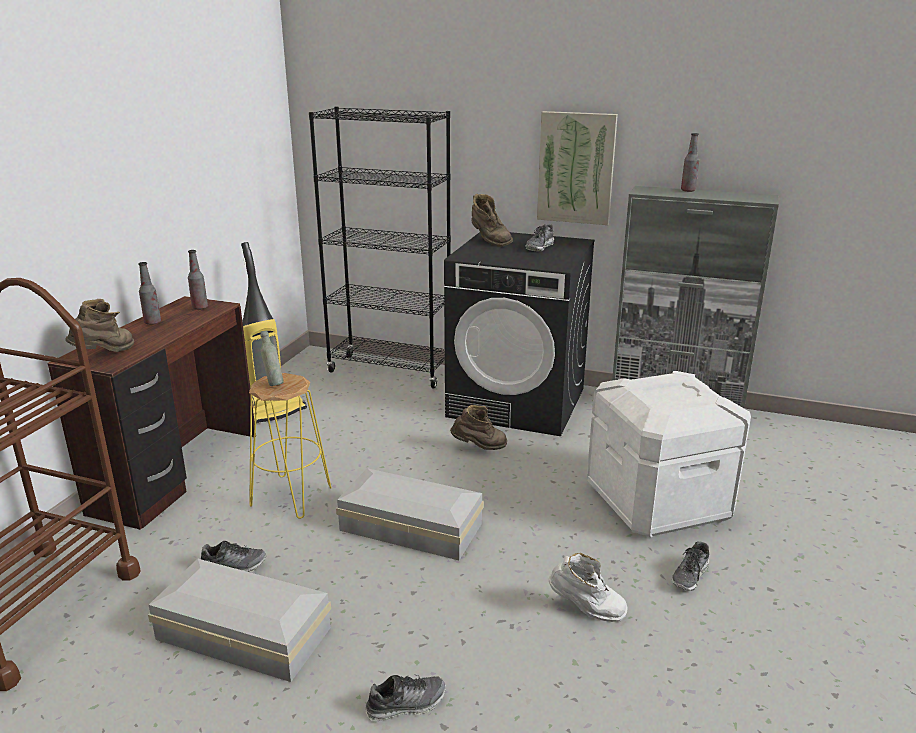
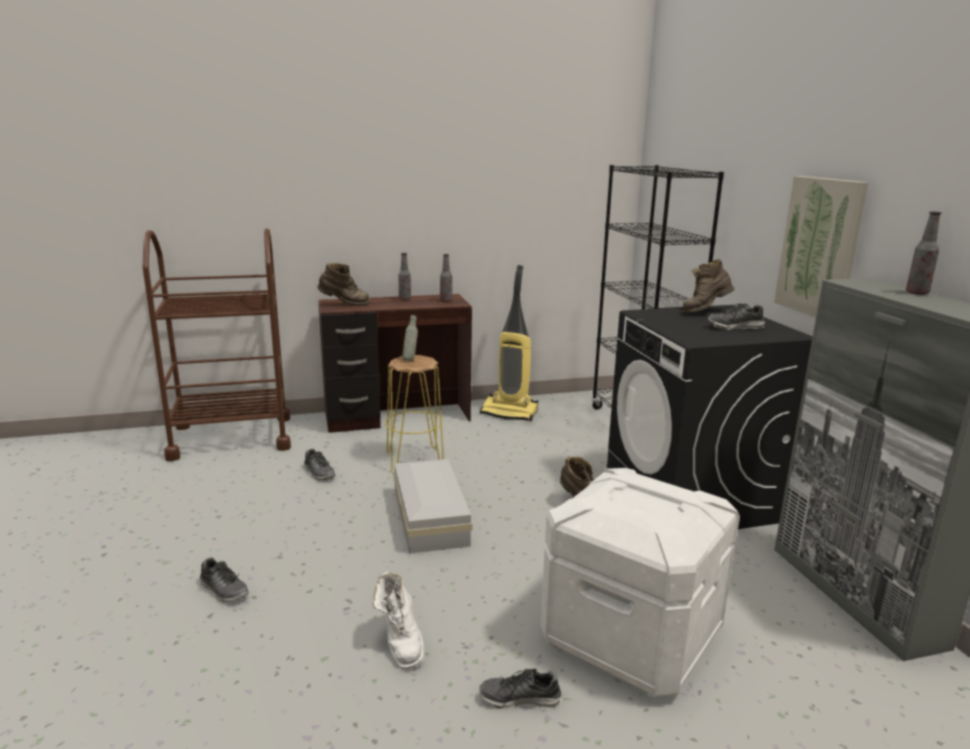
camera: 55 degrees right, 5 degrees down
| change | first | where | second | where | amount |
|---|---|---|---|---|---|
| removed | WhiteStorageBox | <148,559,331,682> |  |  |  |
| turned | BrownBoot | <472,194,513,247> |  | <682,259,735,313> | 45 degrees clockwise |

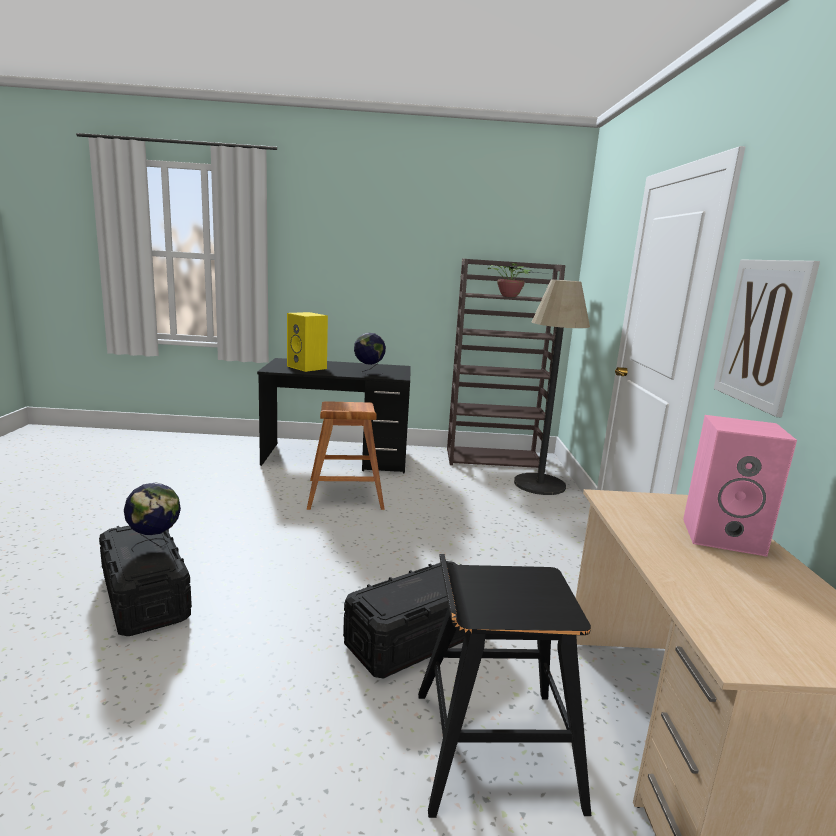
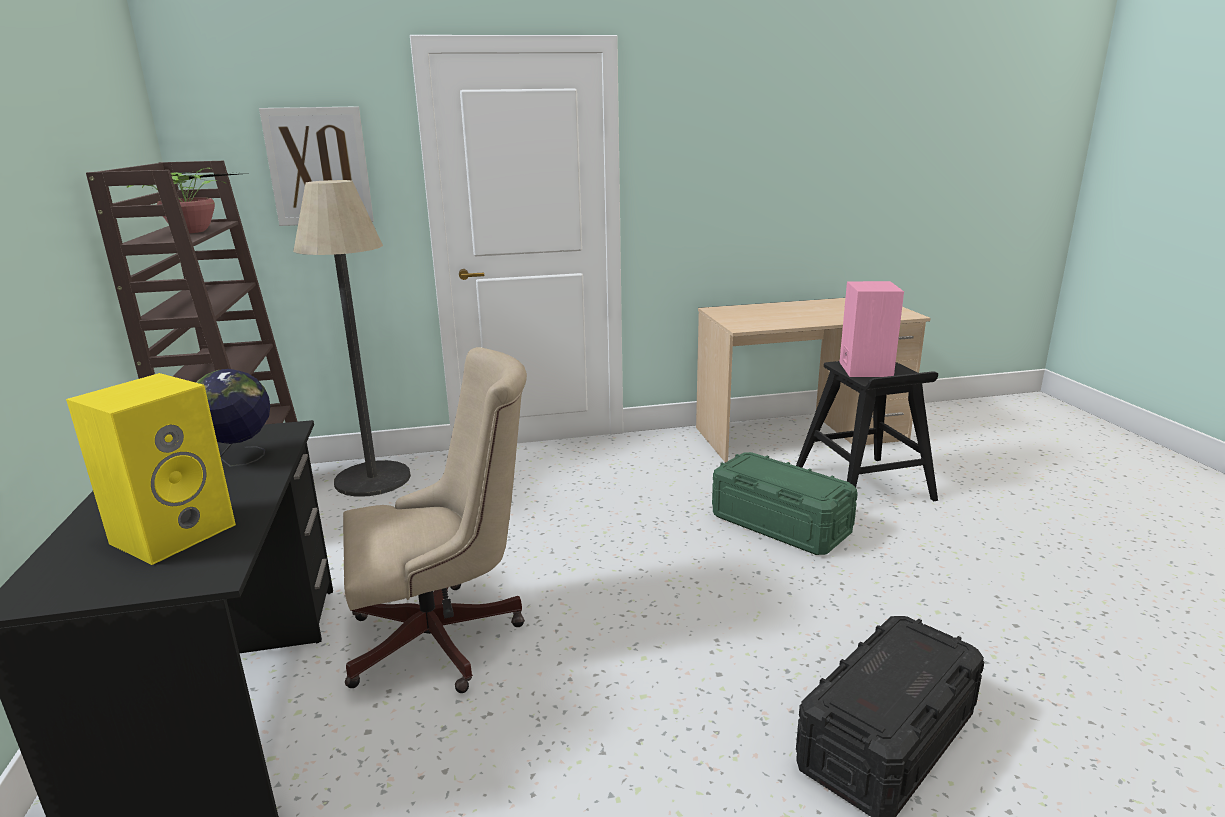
camera: 100 degrees left, 5 degrees up
| change | first | where | second | where | amount |
|---|---|---|---|---|---|
| removed | Globe | <124,483,181,553> |  |  |  |
| replaced | BrownStool | <307,401,385,510> | BeigeOfficeChair | <343,347,527,693> |  |
| recoloured | BlackStorageBox | <343,561,465,679> | GreenStorageBox | <712,452,858,555> |  |
| moved | PinkSpeaker | <683,415,797,556> |  | <840,281,904,377> |  |
| moved | Picture | <714,259,820,417> |  | <259,106,374,226> |  |

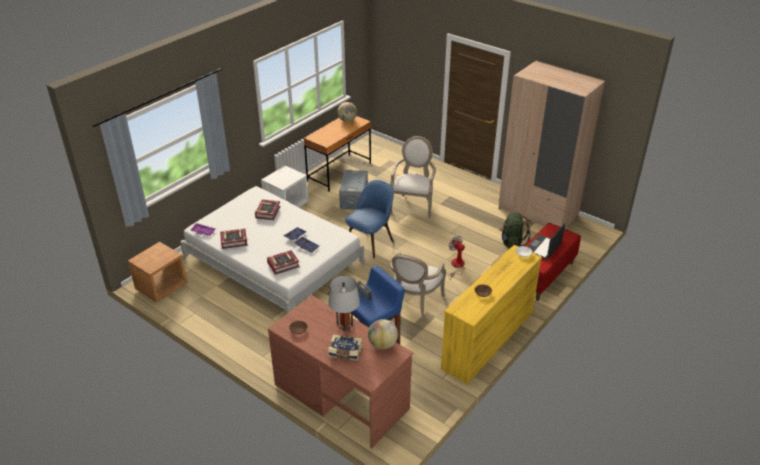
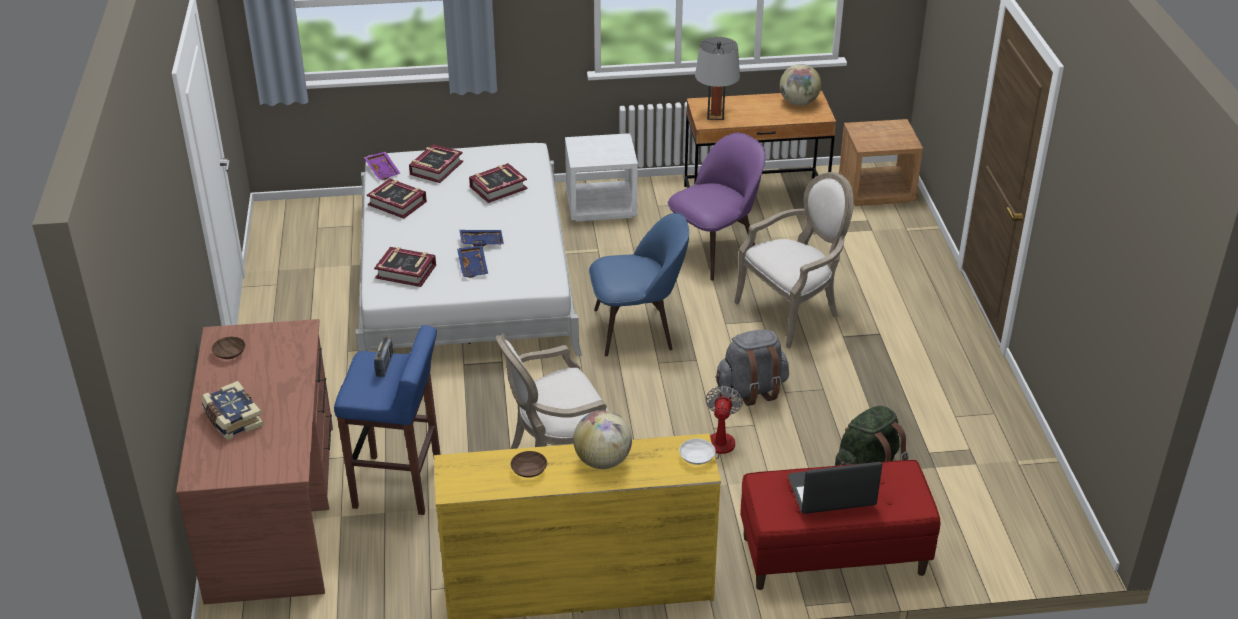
camera: 45 degrees right, 0 degrees up
| change | first | where | second | where | amount |
|---|---|---|---|---|---|
| moved | BrownNightstand | <128,242,187,303> |  | <839,119,923,206> |  |
| moved | GreyTableLamp | <328,276,360,331> |  | <695,37,740,120> |  |
| replaced | GreyStorageBox | <339,170,368,210> | PurpleChair | <668,132,765,281> |  |
| moved | Globe | <368,319,398,350> |  | <573,410,632,469> |  |
| removed | BeigeWardrobe | <498,60,605,229> |  |  |  |
| added |  |  | Book | <409,144,463,183> |  |
| added |  |  | GreyBackpack | <716,330,789,406> |  |

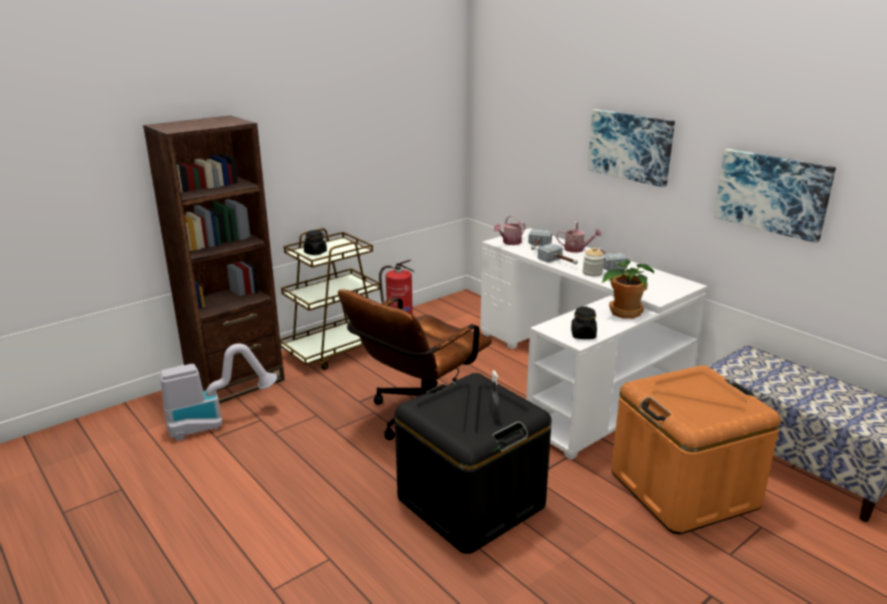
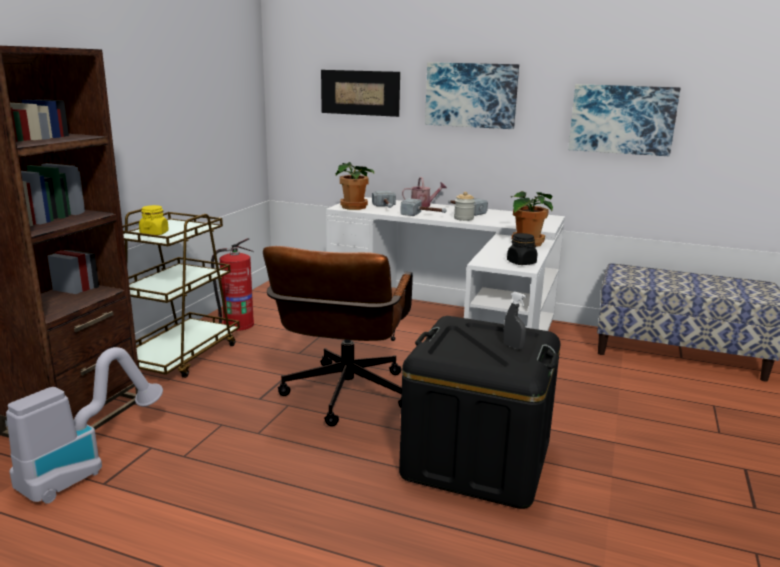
camera: 30 degrees left, 5 degrees down
| change | first | where | second | where | amount |
|---|---|---|---|---|---|
| recoloured | BlackJar | <304,230,327,255> | YellowJar | <139,205,169,235> |  |
| replaced | WateringCan | <494,215,525,245> | PottedPlant | <336,162,374,210> |  |
| removed | OrangeStorageBox | <611,365,781,534> |  |  |  |
| added |  |  | Picture | <321,70,400,117> |  |

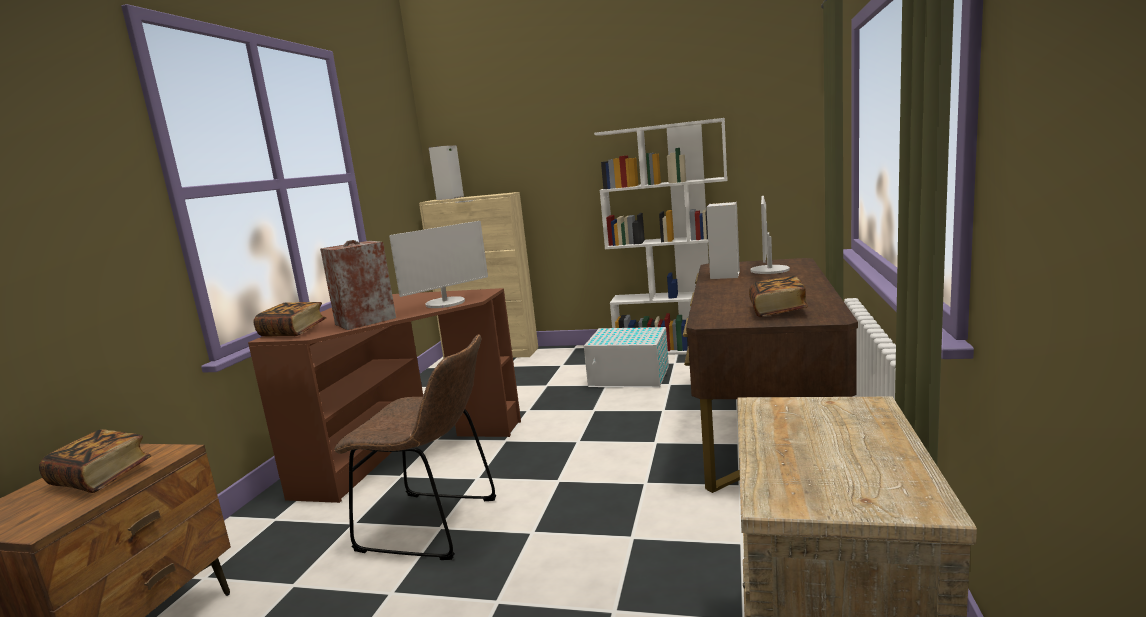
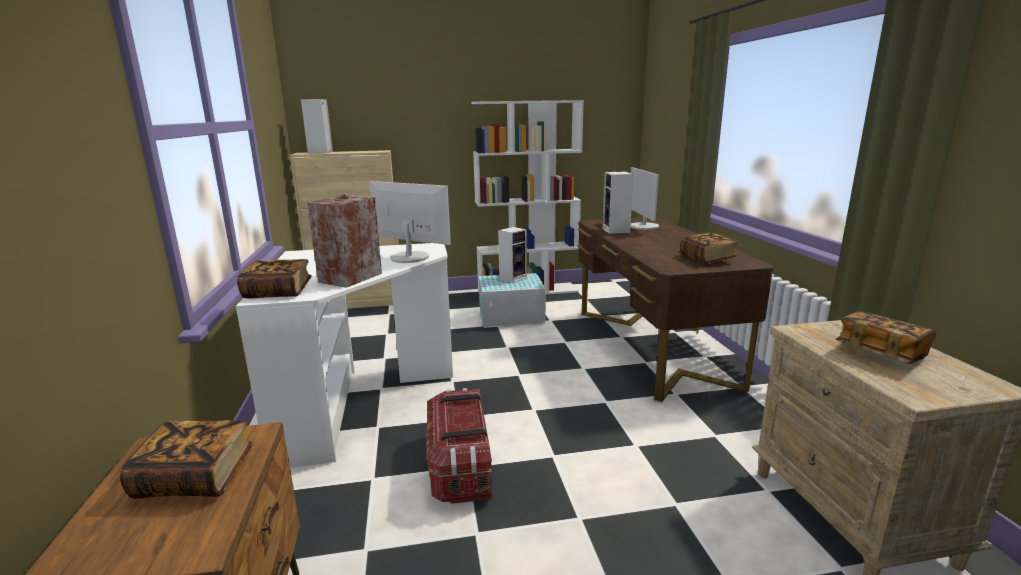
camera: 25 degrees left, 5 degrees up
| change | first | where | second | where | amount |
|---|---|---|---|---|---|
| recoloured | BrownDesk | <248,288,521,503> | WhiteDesk | <236,243,453,468> |  |
| replaced | BrownChair | <334,335,497,560> | StorageBox | <427,388,492,504> |  |
| turned | Monitor | <389,221,488,308> |  | <370,181,451,263> | 90 degrees counterclockwise |
| added |  |  | Speaker | <498,227,527,283> |  |
| added |  |  | Book | <836,311,936,364> |  |

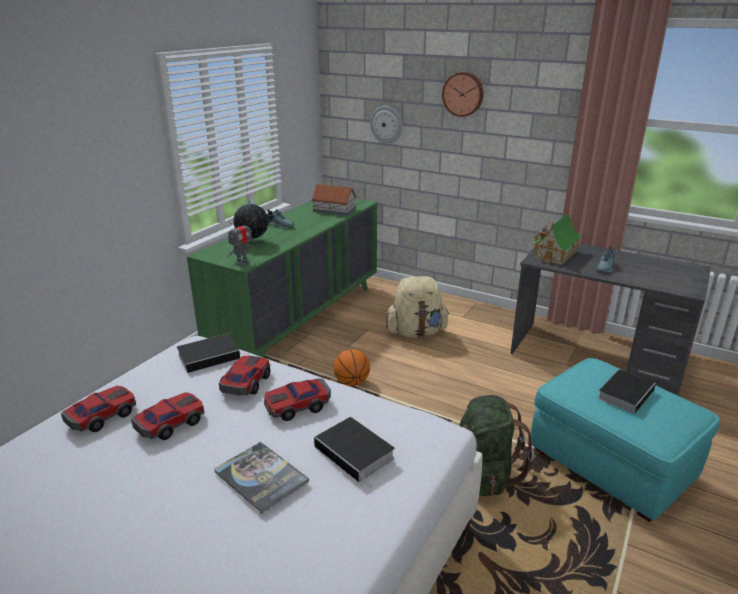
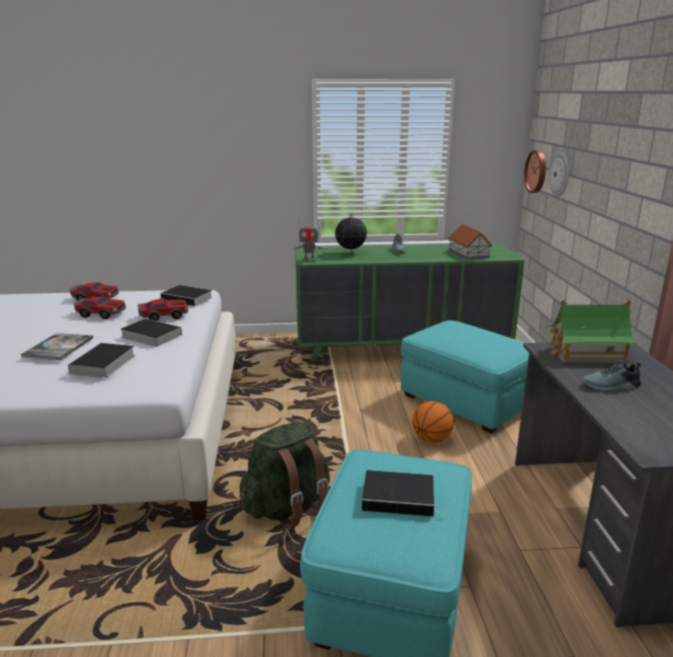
camera: 55 degrees right, 5 degrees down
| change | first | where | second | where | amount |
|---|---|---|---|---|---|
| replaced | ToyCar | <264,379,331,421> | Book | <120,319,182,347> |  |
| moved | Basketball | <334,349,370,386> |  | <412,401,454,443> |  |
| replaced | BeigeBackpack | <386,276,449,338> | TurquoiseOttoman | <401,320,529,434> |  |
| moved | WallClock | <442,72,483,117> |  | <524,150,546,193> |  |

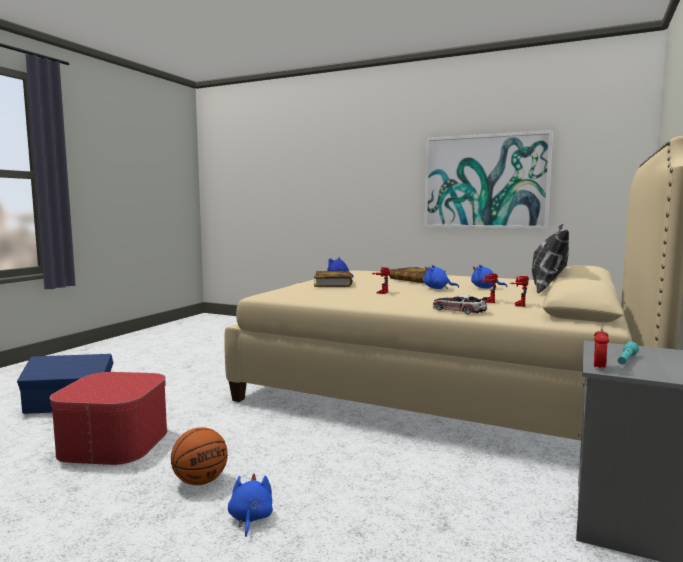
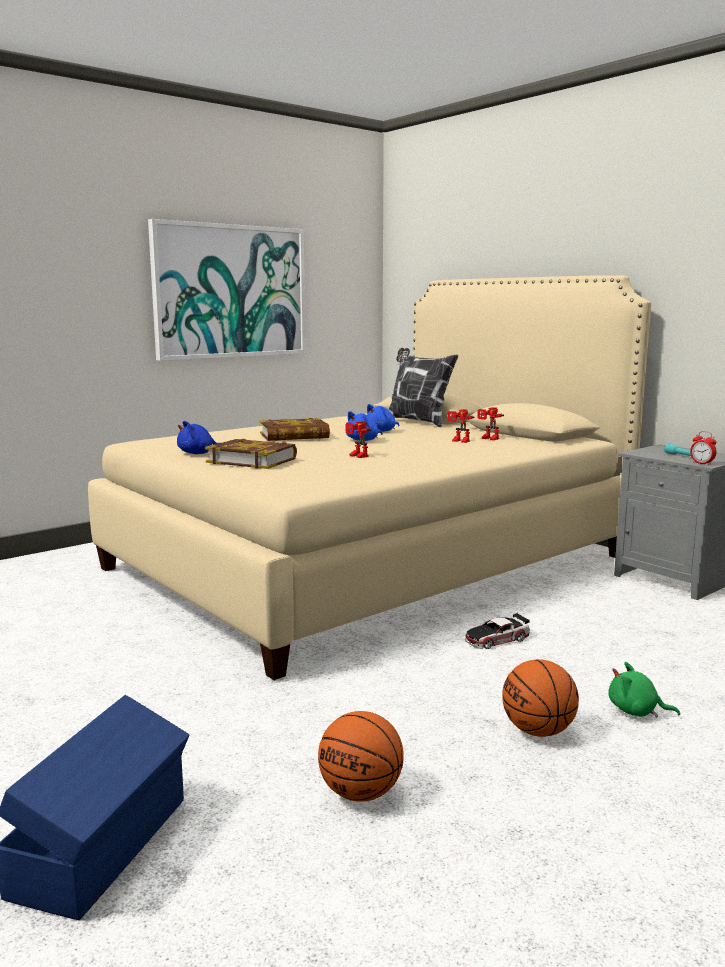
camera: 65 degrees left, 5 degrees up
| change | first | where | second | where | amount |
|---|---|---|---|---|---|
| replaced | Ottoman | <50,372,167,465> | Basketball | <318,711,404,802> |  |
| recoloured | BluePlushToy | <228,473,273,537> | GreenPlushToy | <608,662,680,718> |  |
| moved | ToyCar | <433,295,487,314> |  | <465,613,530,649> |  |

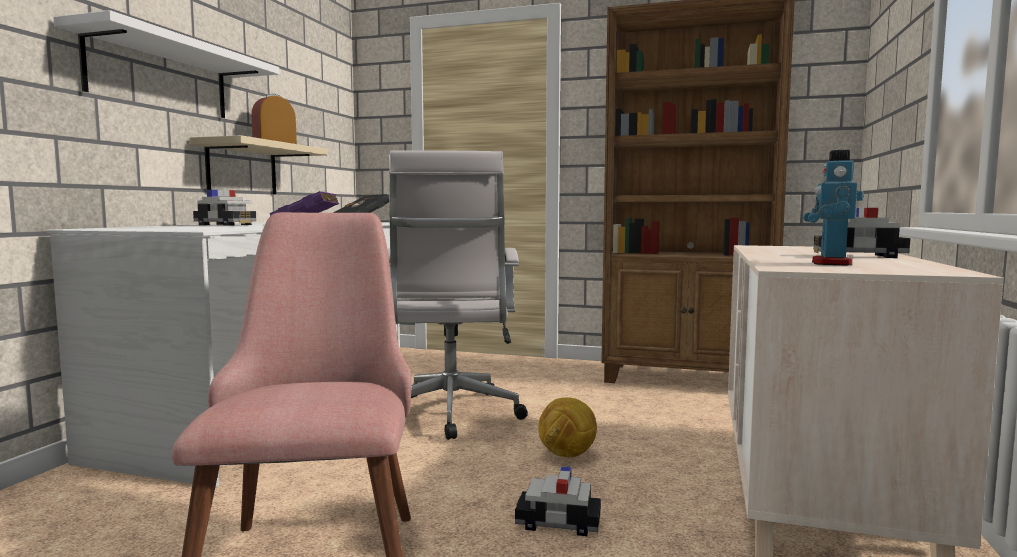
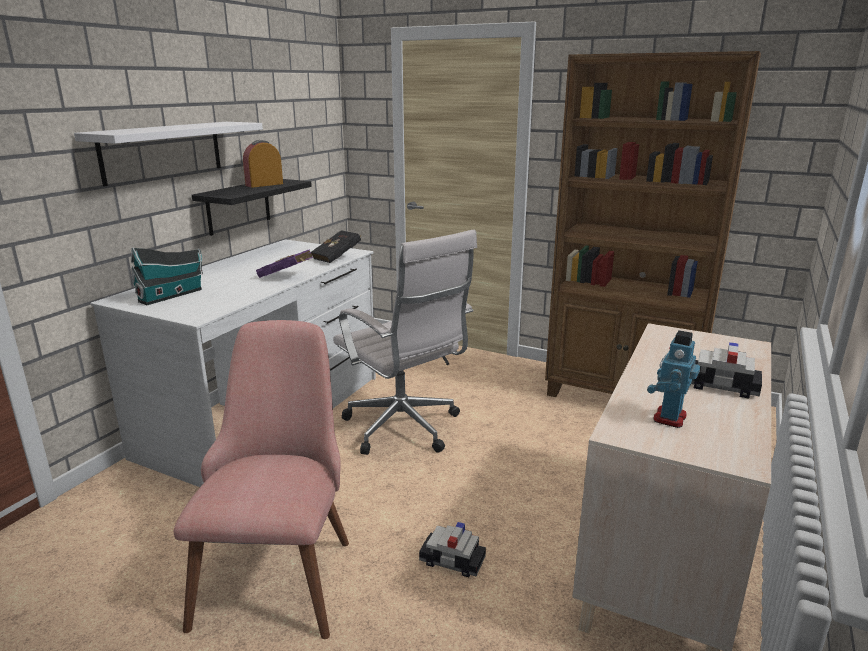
camera: 10 degrees right, 15 degrees up
| change | first | where | second | where | amount |
|---|---|---|---|---|---|
| recoloured | BeigeShelf | <189,135,328,194> | BlackShelf | <192,179,312,236> |  |
| removed | ToyCar | <193,189,257,226> |  |  |  |
| turned | WhiteOfficeChair | <387,150,528,440> |  | <333,230,477,455> | 45 degrees counterclockwise |
| removed | Football | <538,397,597,457> |  |  |  |
| added |  |  | ToyHouse | <131,247,203,305> |  |

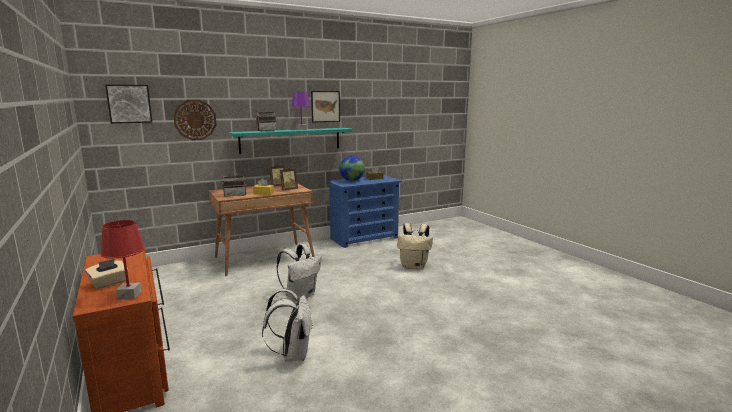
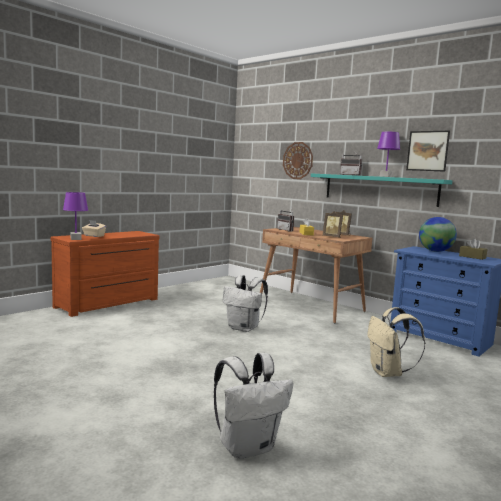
camera: 70 degrees right, 5 degrees down
| change | first | where | second | where | amount |
|---|---|---|---|---|---|
| recoloured | RedTableLamp | <100,220,145,299> | PurpleTableLamp | <63,192,88,240> |  |
| removed | Picture | <105,84,153,124> |  |  |  |
| moved | WhiteBackpack | <262,289,313,361> |  | <214,352,293,459> |  |

